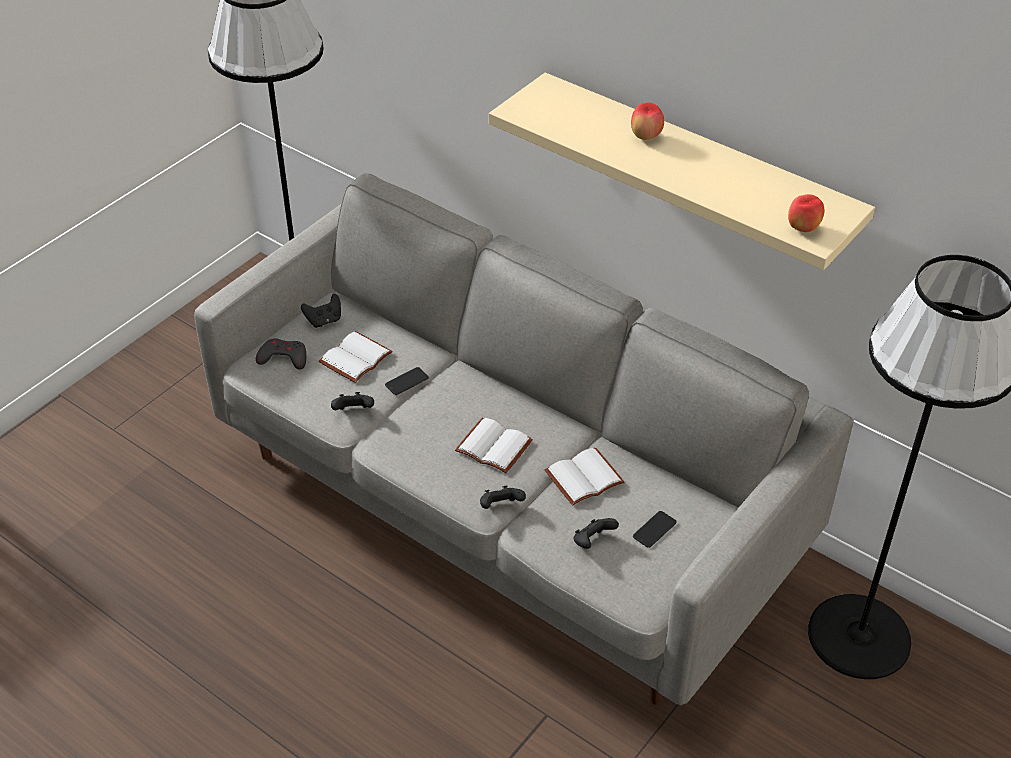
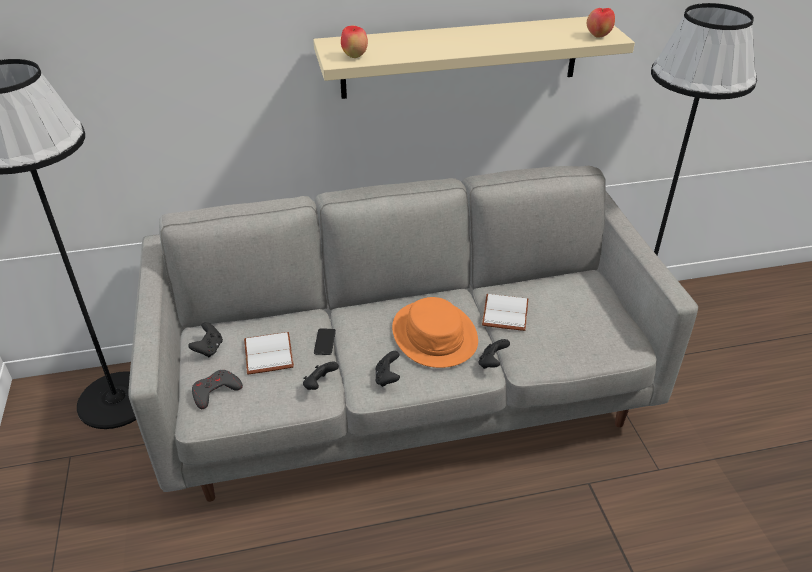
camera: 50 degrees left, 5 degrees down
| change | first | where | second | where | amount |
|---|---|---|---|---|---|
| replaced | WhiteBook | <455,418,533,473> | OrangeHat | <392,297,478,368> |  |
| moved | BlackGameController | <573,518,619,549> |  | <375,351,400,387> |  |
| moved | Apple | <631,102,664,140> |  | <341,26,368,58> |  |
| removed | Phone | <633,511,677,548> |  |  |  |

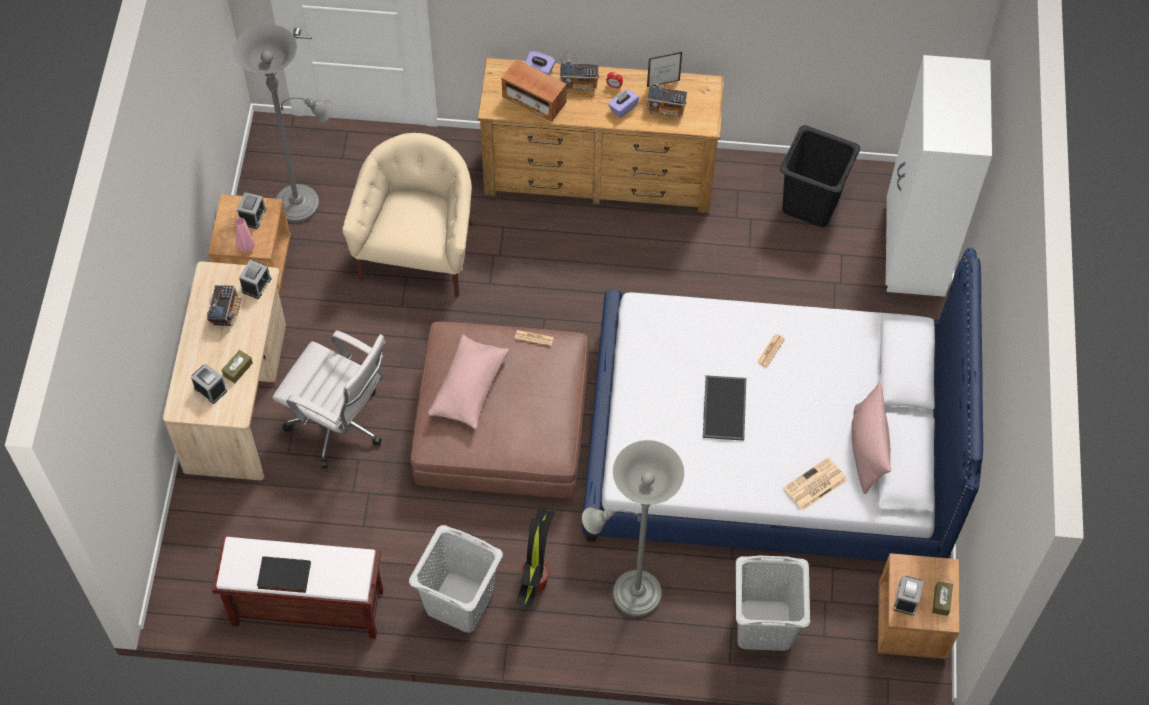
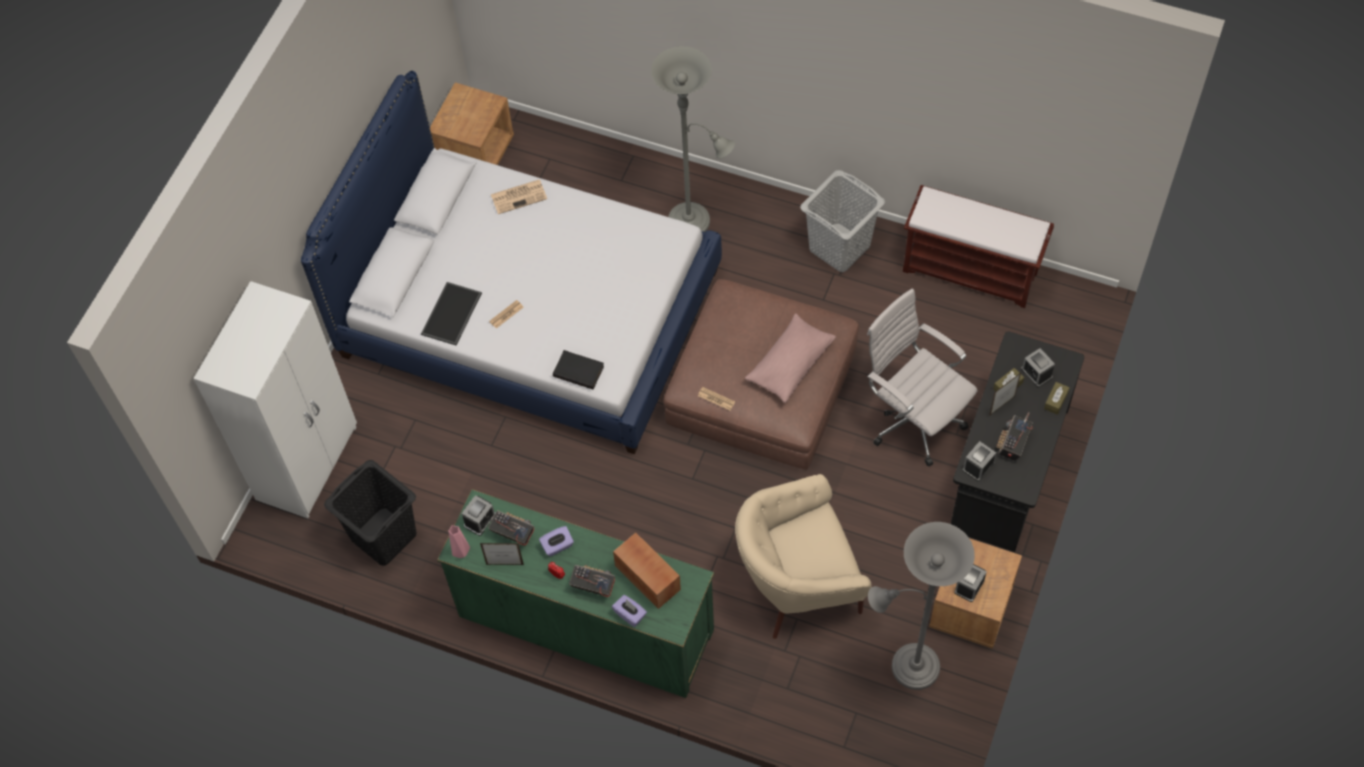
camera: 160 degrees left, 0 degrees up
| change | first | where | second | where | amount |
|---|---|---|---|---|---|
| recoloured | BeigeDesk | <163,261,286,480> | BlackDesk | <951,331,1084,552> |  |
| moved | PinkVase | <235,217,255,253> |  | <448,526,470,558> |  |
| moved | BlackBook | <257,556,311,593> |  | <553,350,604,389> |  |
| turned | BeigeArmchair | <342,133,473,296> |  | <735,474,872,639> | 45 degrees clockwise |
| recoloured | BrownDresser | <478,58,724,213> | GreenDresser | <437,489,714,698> |  |
| removed | PottedPlant | <516,506,555,608> |  |  |  |
| moved | Tray | <703,375,746,441> |  | <421,282,482,345> |  |
| removed | GreyLaundryBasket | <736,556,810,651> |  |  |  |
| removed | PinkPillow | <851,383,891,494> |  |  |  |
| moved | AlarmClock | <893,576,924,615> |  | <462,495,496,536> |  |
| moved | BrownTissueBox | <932,581,953,616> |  | <1044,382,1070,415> |  |
| added |  |  | PictureFrame | <989,373,1021,416> |  |

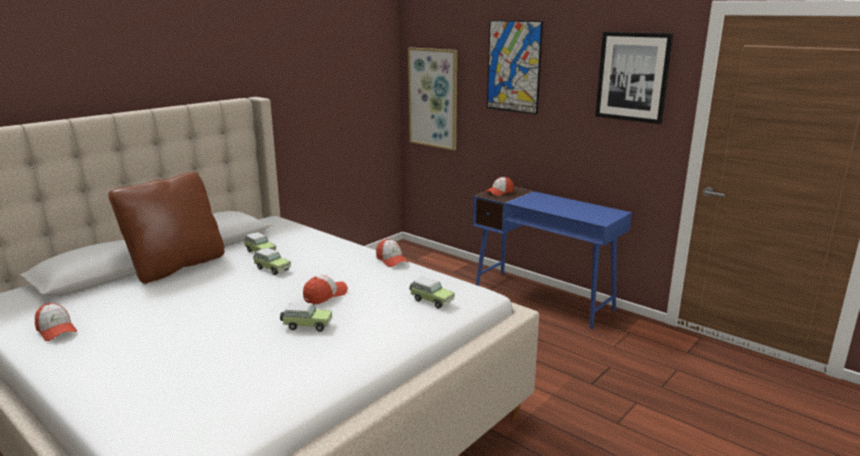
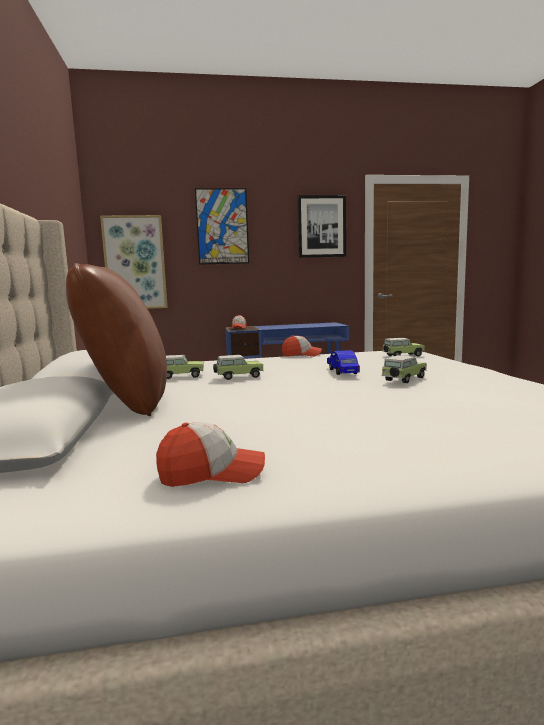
camera: 50 degrees left, 10 degrees down
| change | first | where | second | where | amount |
|---|---|---|---|---|---|
| replaced | Cap | <303,275,348,304> | BlueToyCar | <327,350,360,375> |  |

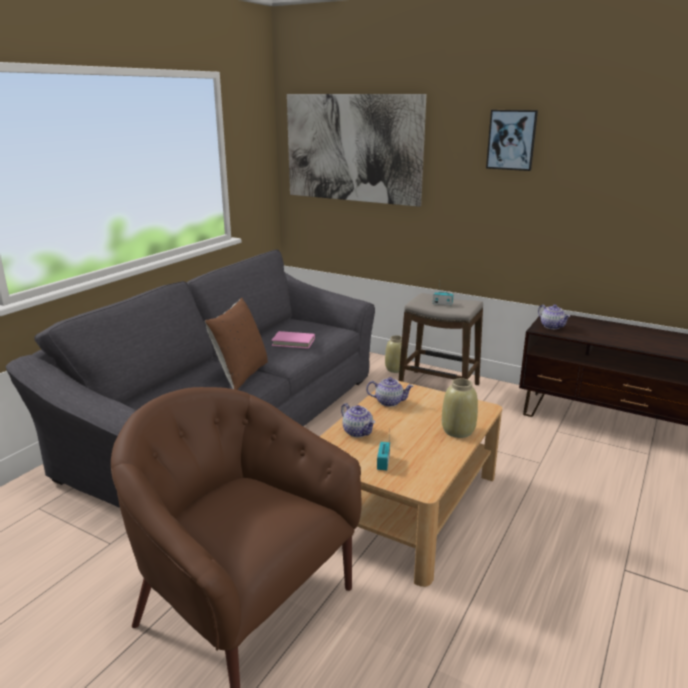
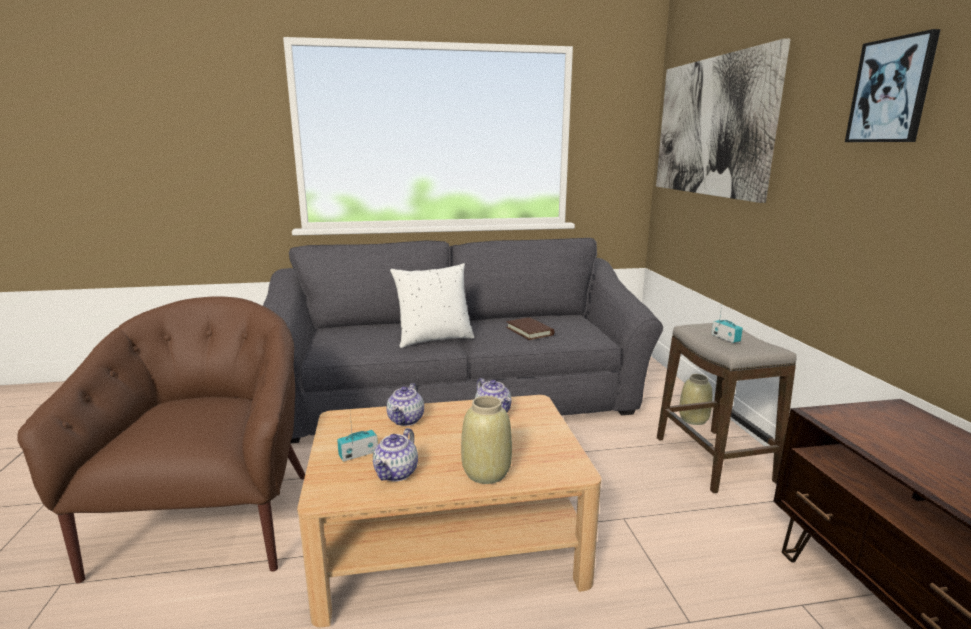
camera: 50 degrees right, 5 degrees down
| change | first | where | second | where | amount |
|---|---|---|---|---|---|
| recoloured | BrownPillow | <205,298,268,390> | WhitePillow | <390,263,474,348> |  |
| recoloured | PinkBook | <271,331,315,349> | BrownBook | <506,317,554,340> |  |
| moved | Teapot | <538,305,570,329> |  | <373,428,418,481> |  |

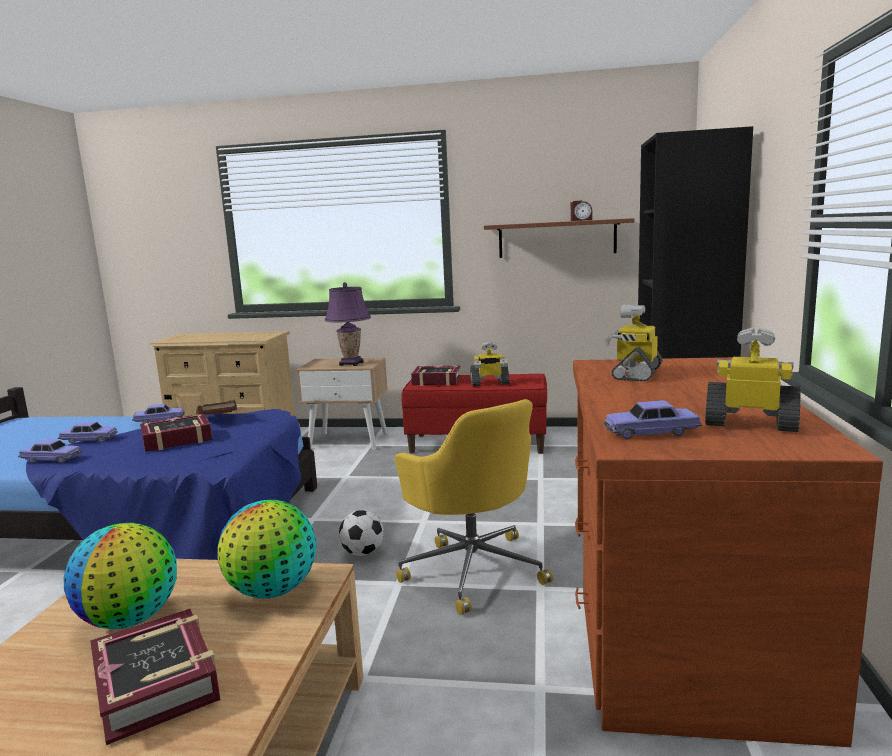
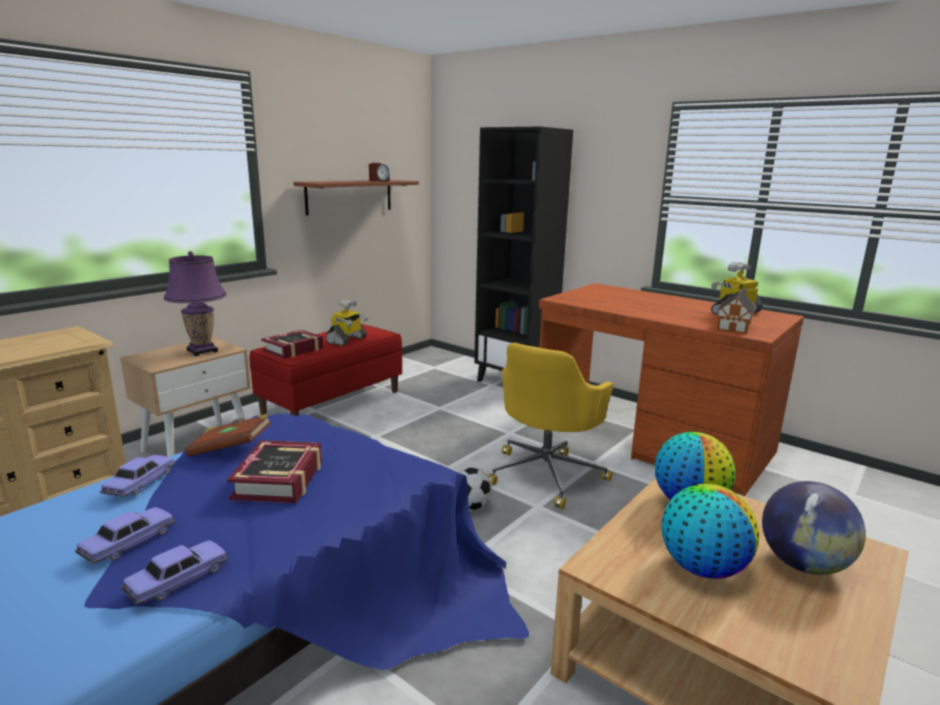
camera: 60 degrees left, 5 degrees up
| change | first | where | second | where | amount |
|---|---|---|---|---|---|
| replaced | Book | <90,609,220,745> | Globe | <762,481,866,575> |  |
| turned | YellowOfficeChair | <395,399,553,615> |  | <488,343,614,509> | 120 degrees clockwise |
| replaced | ToyCar | <604,400,703,440> | ToyHouse | <717,288,756,334> |  |
| removed | ToyRobot | <605,305,663,382> |  |  |  |

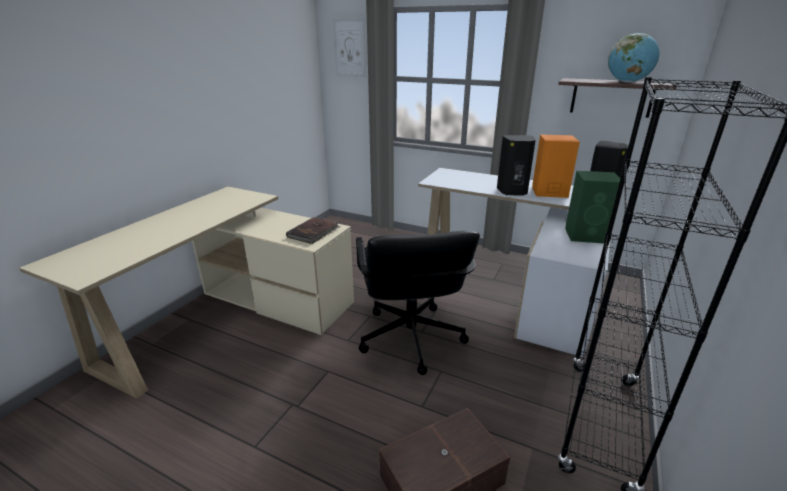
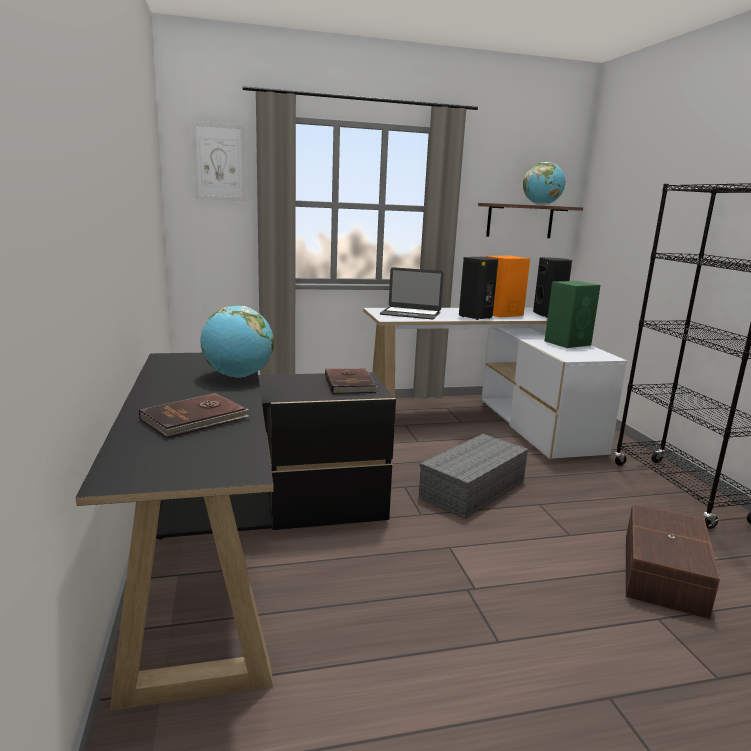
camera: 40 degrees left, 10 degrees down
| change | first | where | second | where | amount |
|---|---|---|---|---|---|
| recoloured | BeigeDesk | <19,187,354,399> | BlackDesk | <75,353,396,711> |  |
| replaced | BlackOfficeChair | <356,231,480,375> | GreyStorageBox | <419,434,529,519> |  |
| added |  |  | BrownBook | <139,393,250,438> |  |
| added |  |  | Globe | <200,306,274,378> |  |
| added |  |  | Laptop | <380,267,444,319> |  |

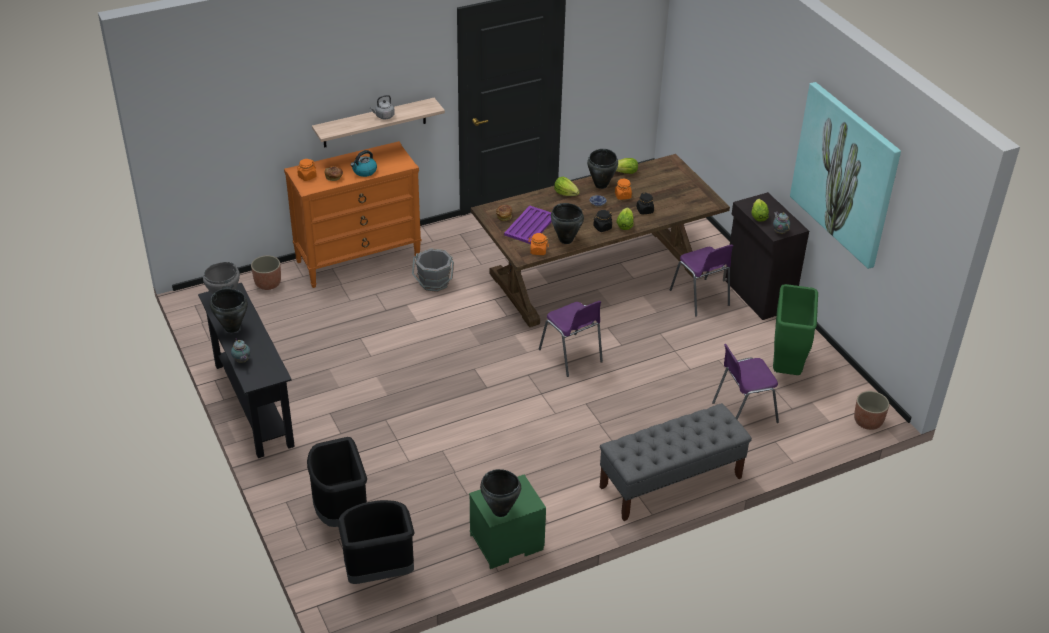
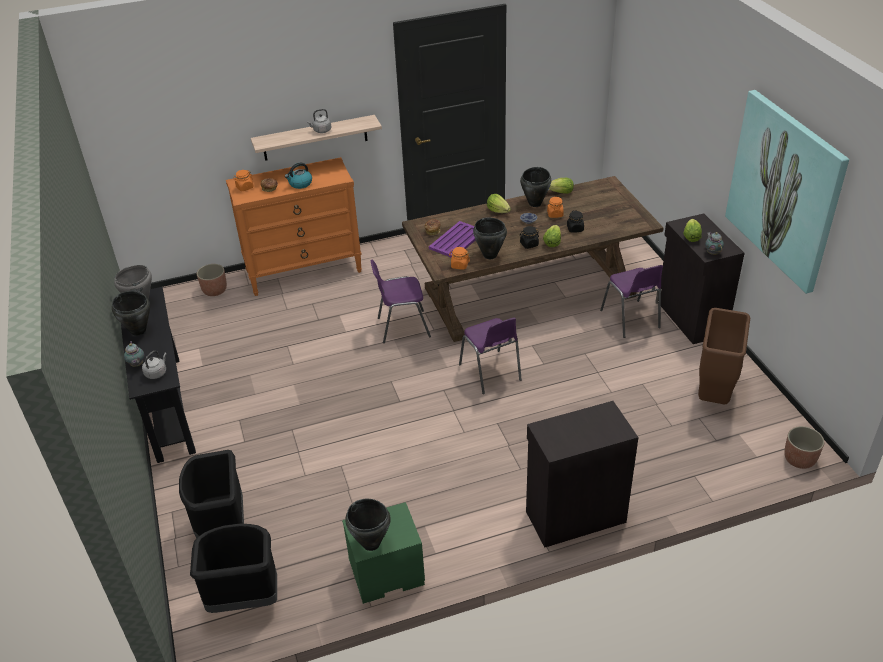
camera: 10 degrees right, 0 degrees up
| change | first | where | second | where | amount |
|---|---|---|---|---|---|
| removed | GreyBucket | <412,248,454,292> |  |  |  |
| replaced | GreyBench | <600,403,752,521> | BlackCabinet | <526,401,638,548> |  |
| moved | PurpleChair | <712,344,779,423> |  | <370,260,431,343> |  |
| recoloured | GreenTrashCan | <773,284,818,375> | BrownTrashCan | <698,308,750,404> |  |
| added |  |  | GreyKettle | <142,351,167,379> |  |

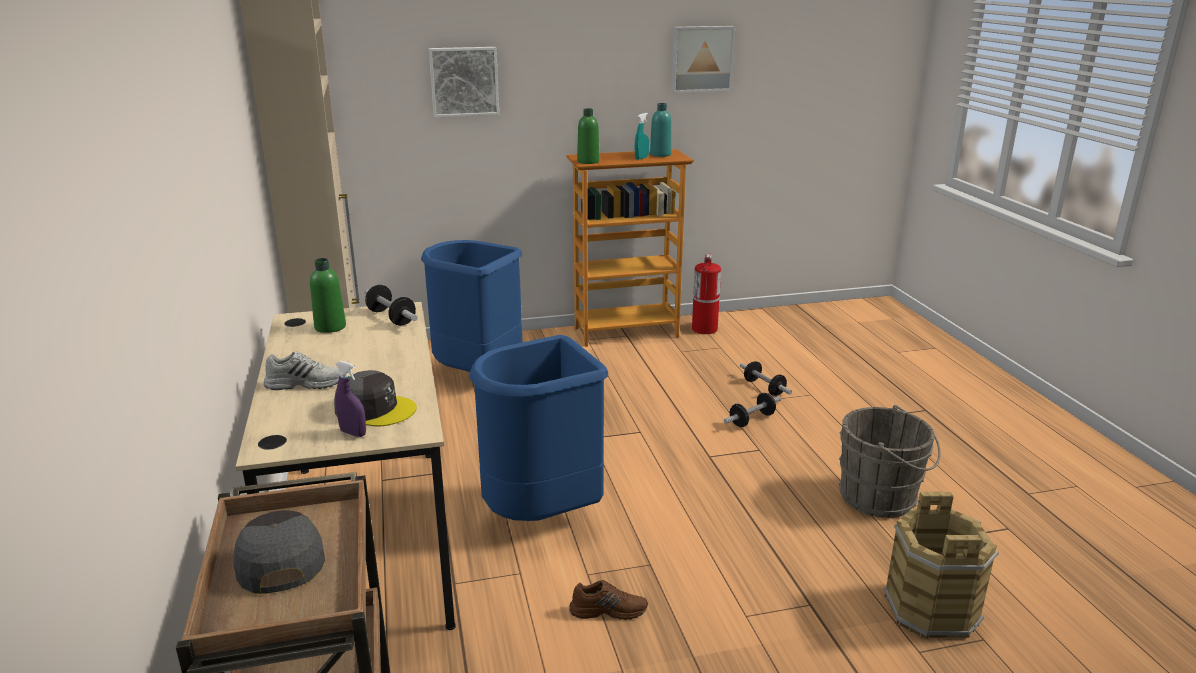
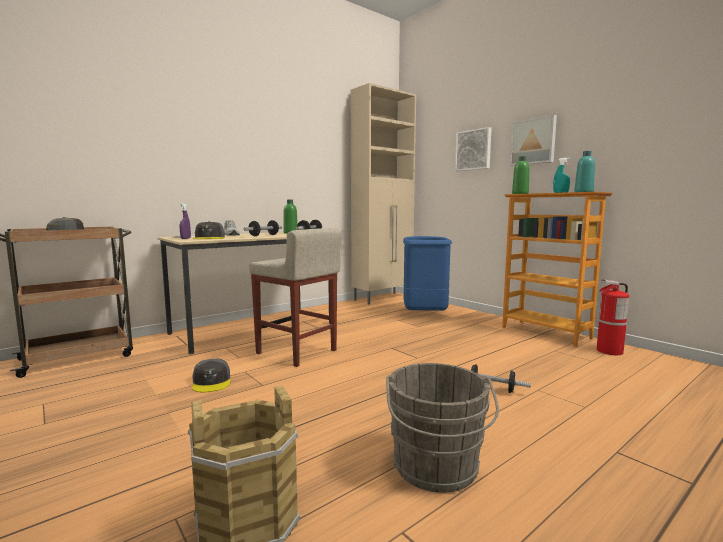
camera: 65 degrees right, 15 degrees down
| change | first | where | second | where | amount |
|---|---|---|---|---|---|
| replaced | BlueTrashCan | <470,335,608,521> | BeigeStool | <249,228,341,367> |  |
| replaced | BrownShoe | <569,580,648,620> | GreyCap | <192,359,230,392> |  |
| moved | Picture | <671,26,735,93> |  | <510,115,557,166> |  |
| moved | Dumbbell | <740,361,792,396> |  | <244,220,283,236> |  |

